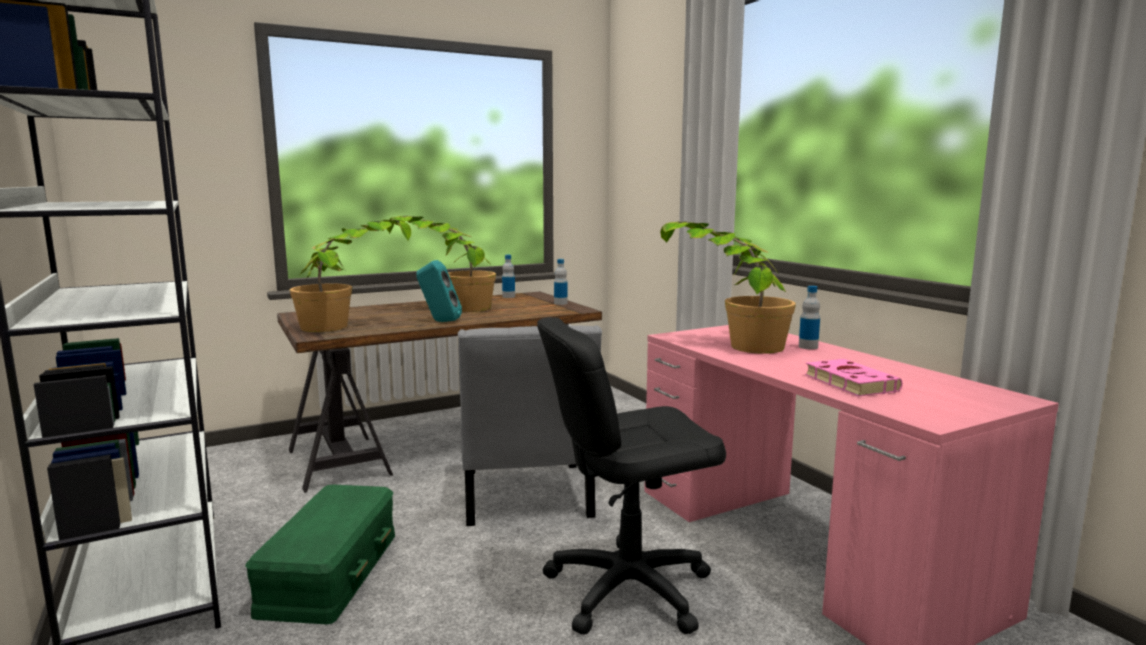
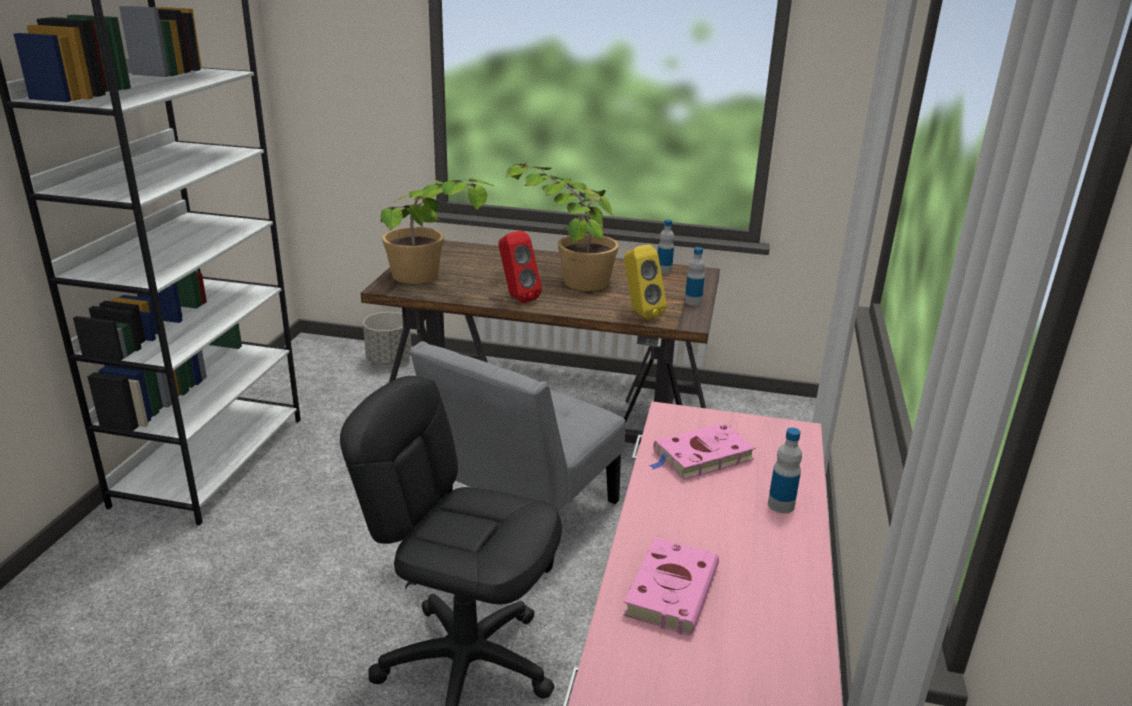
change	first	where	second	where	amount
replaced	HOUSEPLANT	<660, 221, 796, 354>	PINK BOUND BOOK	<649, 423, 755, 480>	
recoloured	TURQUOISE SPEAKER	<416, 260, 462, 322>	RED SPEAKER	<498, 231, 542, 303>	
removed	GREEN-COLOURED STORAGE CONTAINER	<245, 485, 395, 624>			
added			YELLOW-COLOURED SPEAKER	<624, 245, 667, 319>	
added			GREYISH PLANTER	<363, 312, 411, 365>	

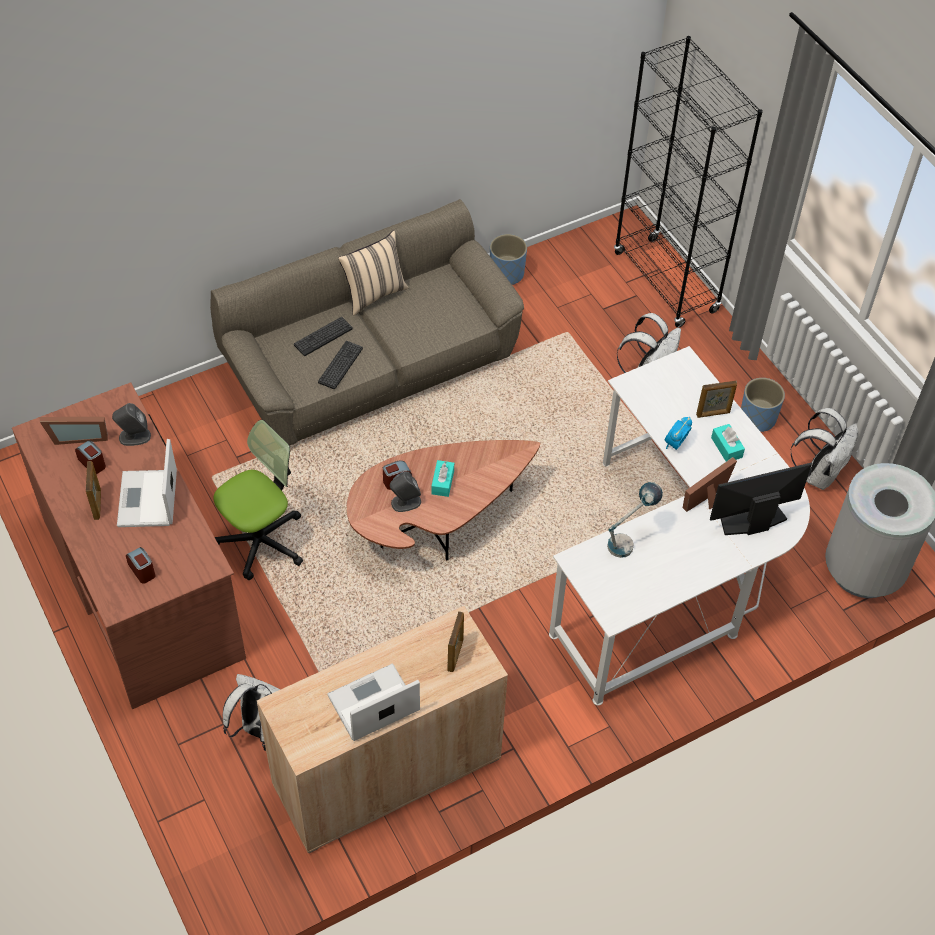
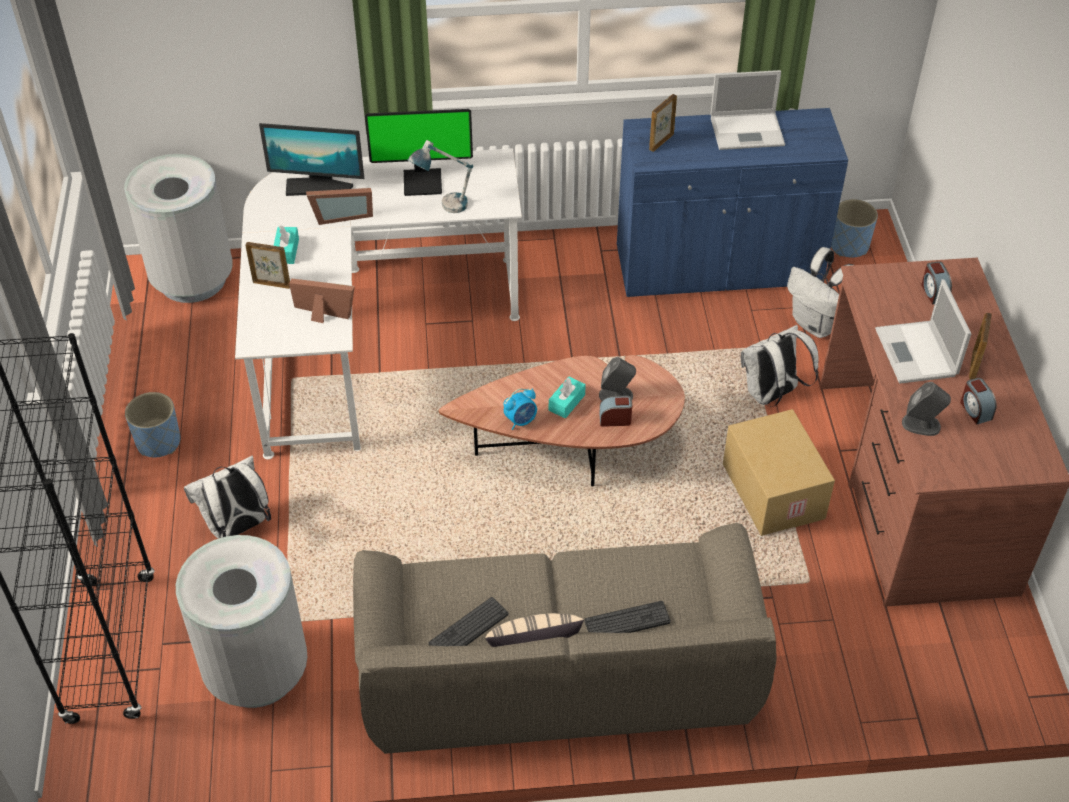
change	first	where	second	where	amount
moved	BLUE PLANTER	<490, 234, 527, 285>		<831, 199, 878, 258>	
moved	PC KEYBOARD	<318, 341, 363, 389>		<429, 597, 508, 646>	
moved	WHITE-COLOURED RUCKSACK	<791, 408, 858, 490>		<741, 325, 819, 407>	
moved	STANDING FRAME	<40, 417, 108, 445>		<289, 279, 355, 323>	
moved	TABLE CLOCK	<665, 417, 692, 450>		<504, 388, 537, 430>	
replaced	OFFICE CHAIR	<213, 420, 303, 580>	CARDBOARD BOX	<723, 409, 835, 536>	
turned	LAPTOP	<117, 439, 177, 527>		<875, 279, 971, 384>	150 degrees clockwise
recoloured	BEIGE CUPBOARD	<257, 606, 508, 853>	BLUE CUPBOARD	<617, 108, 848, 297>	
added			COMPUTER DISPLAY	<365, 109, 473, 196>	
added			GREYISH TRASH CAN	<176, 535, 307, 708>	

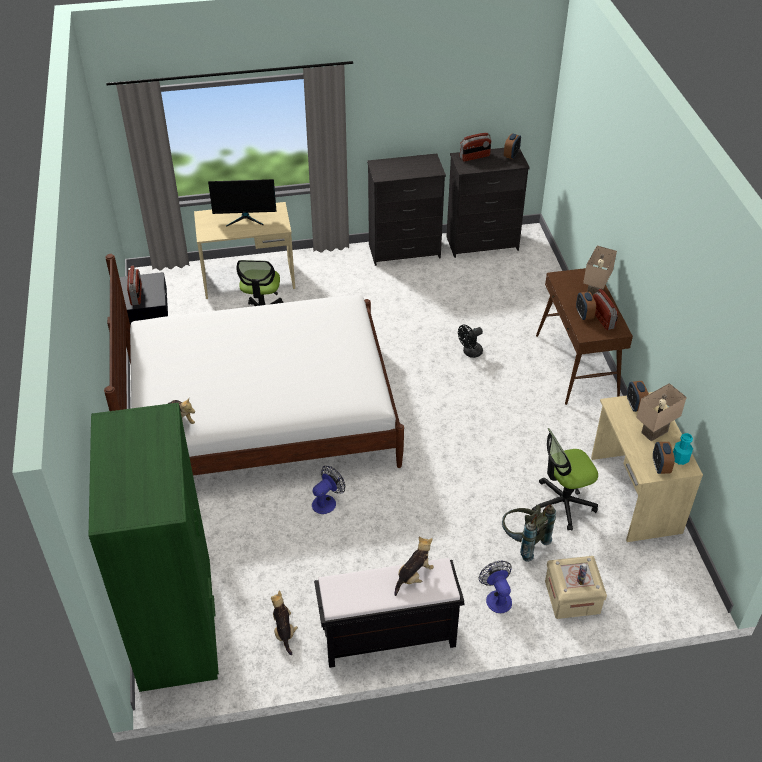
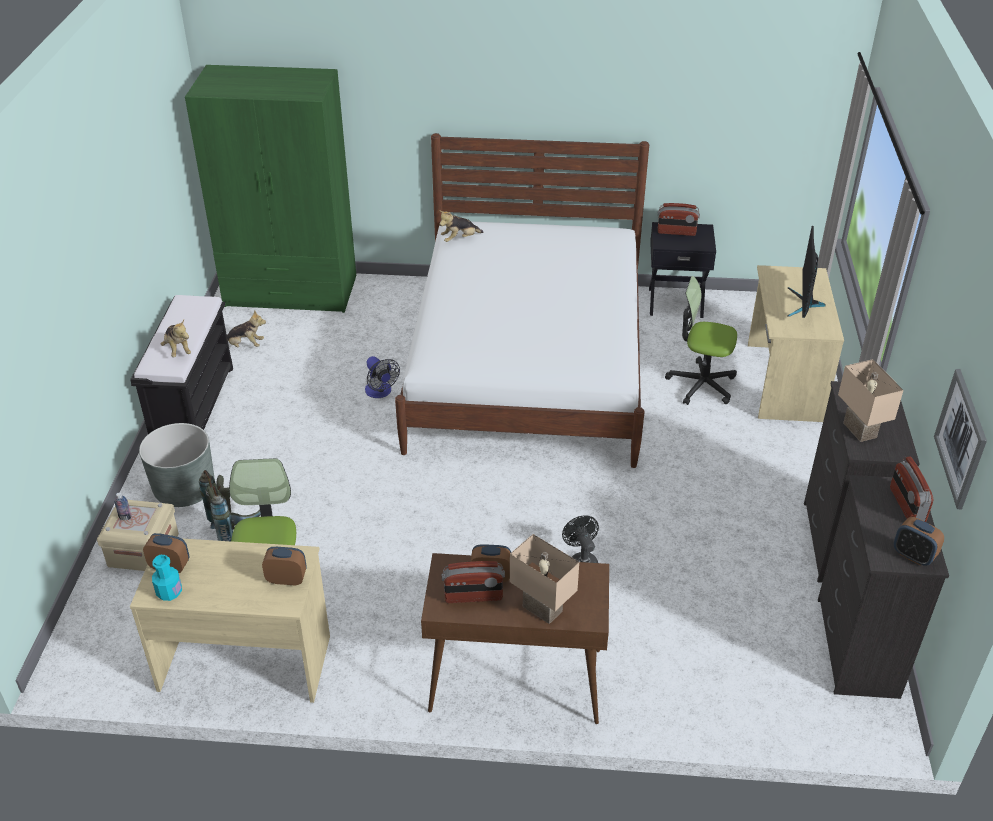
change	first	where	second	where	amount
moved	BEIGE TABLE LAMP	<636, 383, 687, 441>		<838, 359, 904, 442>	
replaced	COOLING FAN	<479, 561, 512, 613>	GREYISH PLANTER	<139, 423, 214, 507>	
added			PICTURE	<934, 369, 987, 509>	

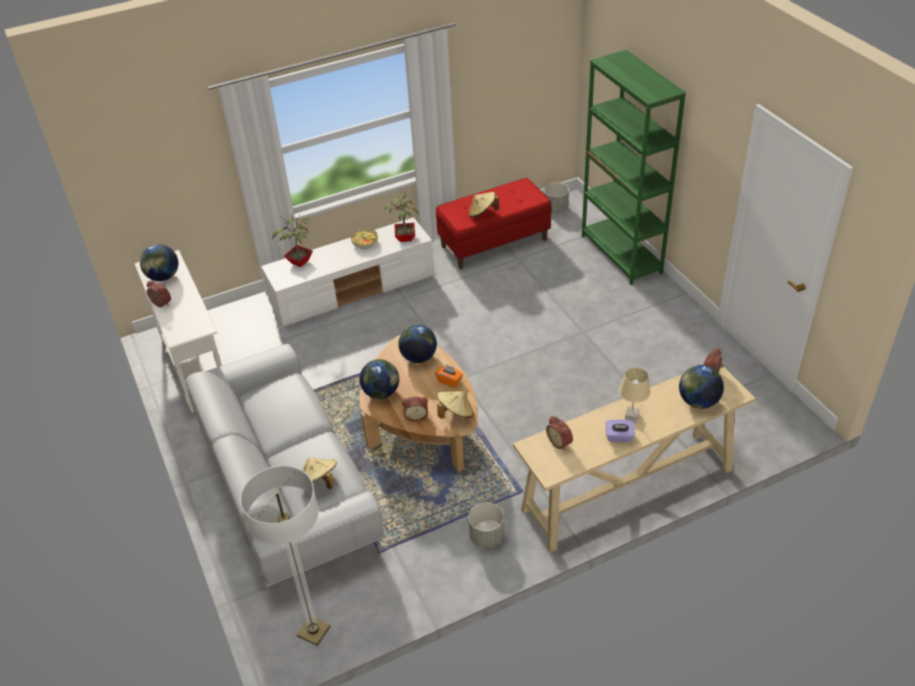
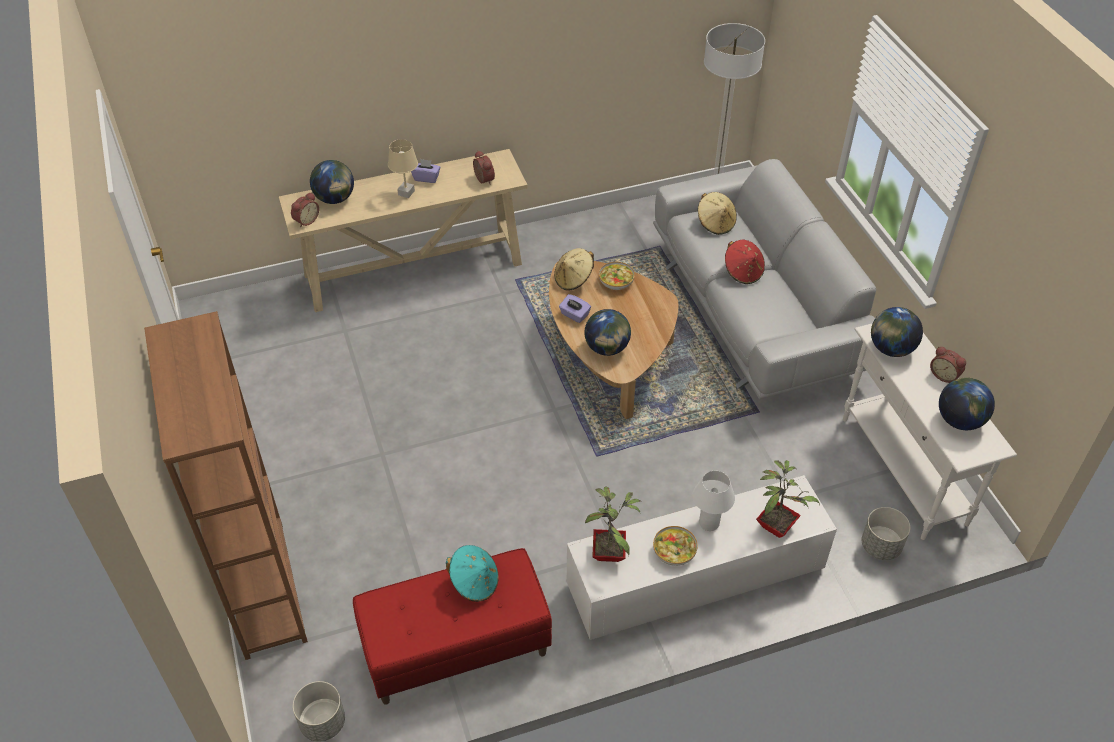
change	first	where	second	where	amount
recoloured	GREEN-COLOURED SHELVING UNIT	<582, 50, 686, 285>	BROWNISH SHELVING UNIT	<144, 311, 308, 660>	
recoloured	BEIGE HAT	<469, 192, 499, 217>	TURQUOISE HAT	<446, 545, 499, 602>	
moved	DESK GLOBE	<360, 359, 399, 399>		<871, 307, 923, 357>	
recoloured	ORANGEY TISSUE BOX	<435, 364, 463, 388>	PURPLE-COLOURED TISSUE BOX	<559, 294, 591, 323>	
replaced	TABLE CLOCK	<402, 397, 428, 422>	BOWL	<599, 262, 635, 290>	
moved	GREYISH PLANTER	<468, 502, 504, 548>		<861, 507, 910, 560>	
added			RED HAT	<725, 240, 765, 284>	
added			WHITE-COLOURED TABLE LAMP	<692, 471, 735, 531>	

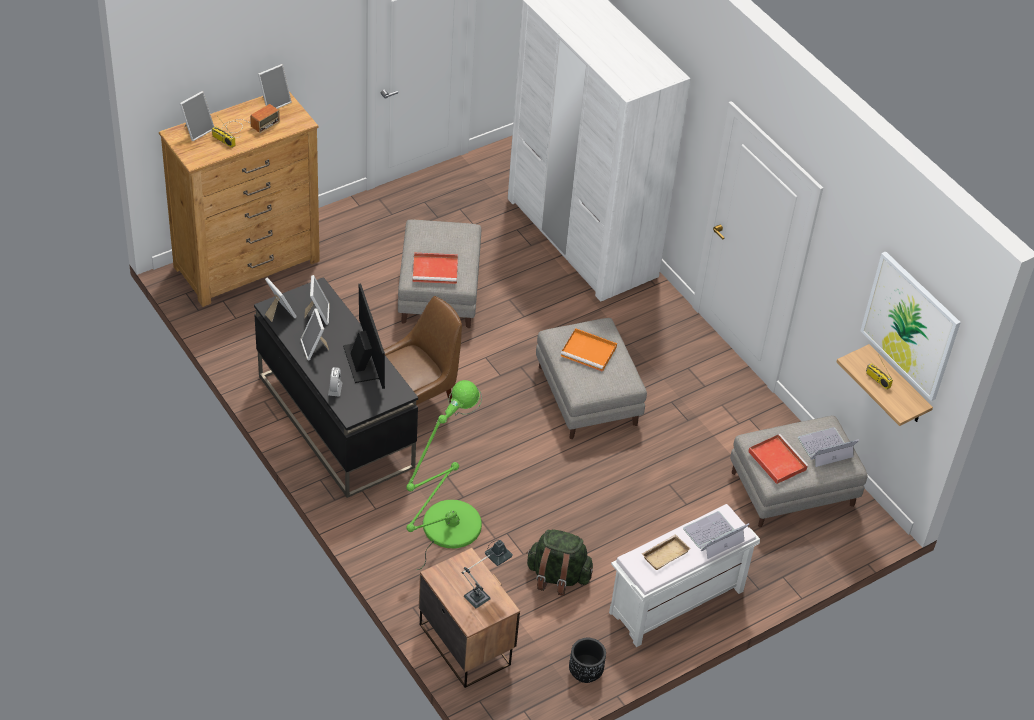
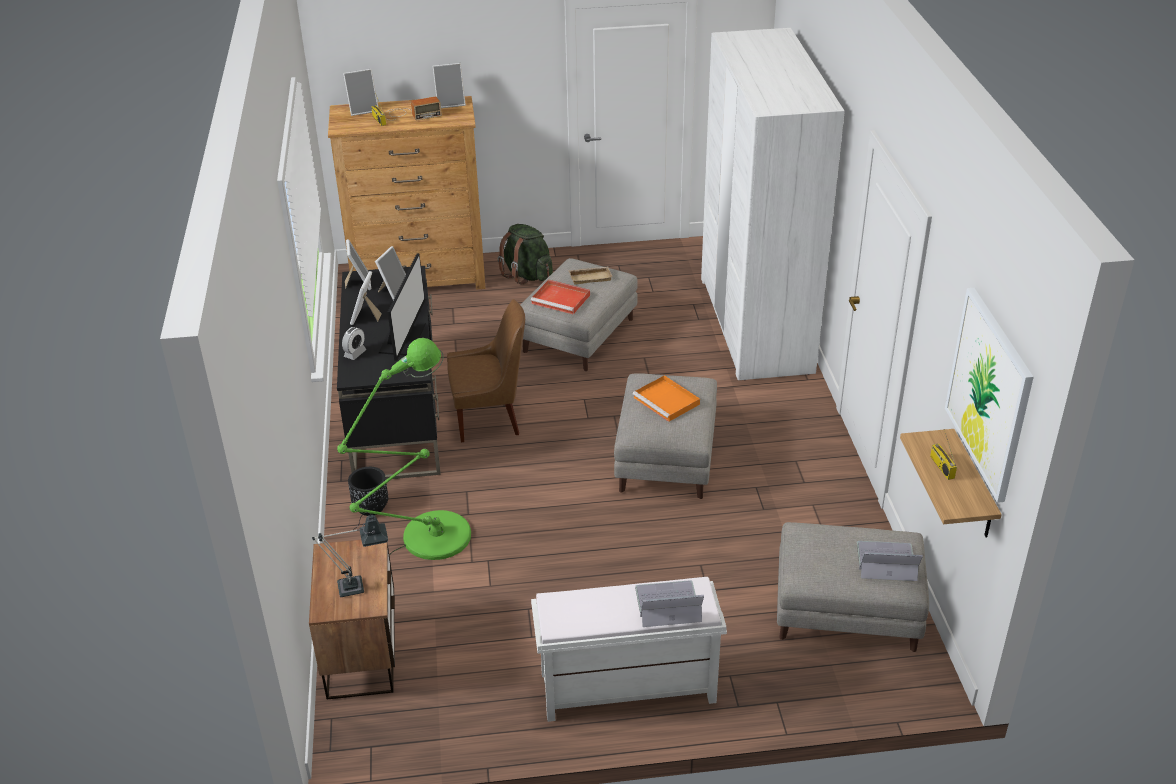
change	first	where	second	where	amount
removed	RED TRAY	<748, 434, 809, 484>			
moved	GREEN-COLOURED RUCKSACK	<526, 529, 593, 596>		<498, 224, 553, 285>	
moved	BEIGE TRAY	<642, 534, 690, 570>		<568, 266, 613, 285>	
moved	BLACK-COLOURED PLANTER	<569, 638, 606, 683>		<348, 467, 388, 516>	

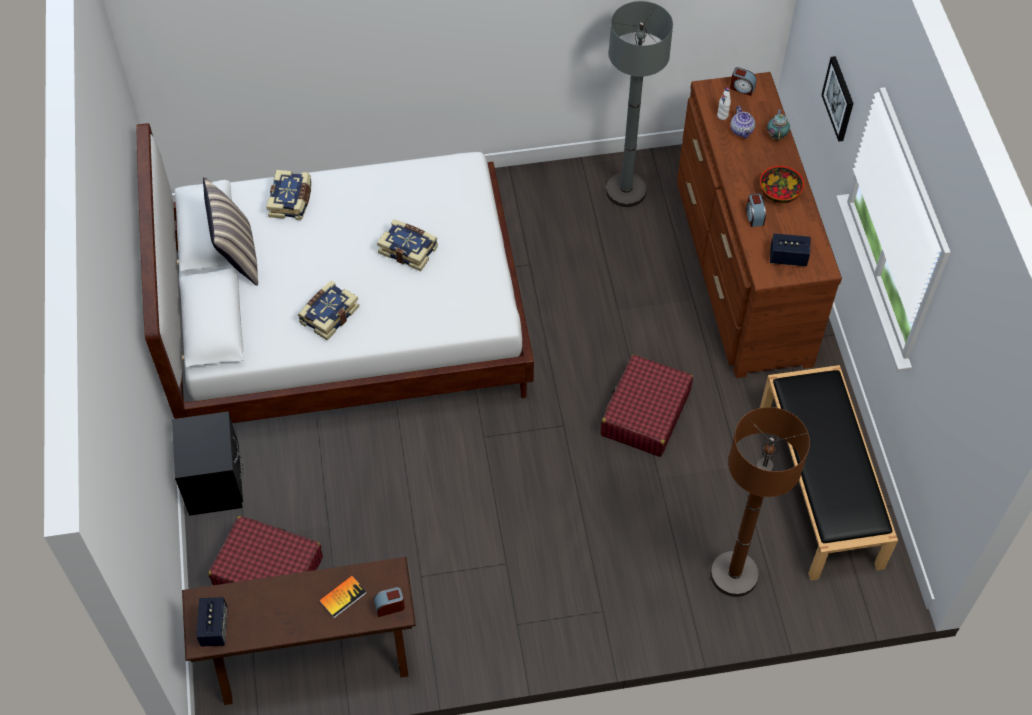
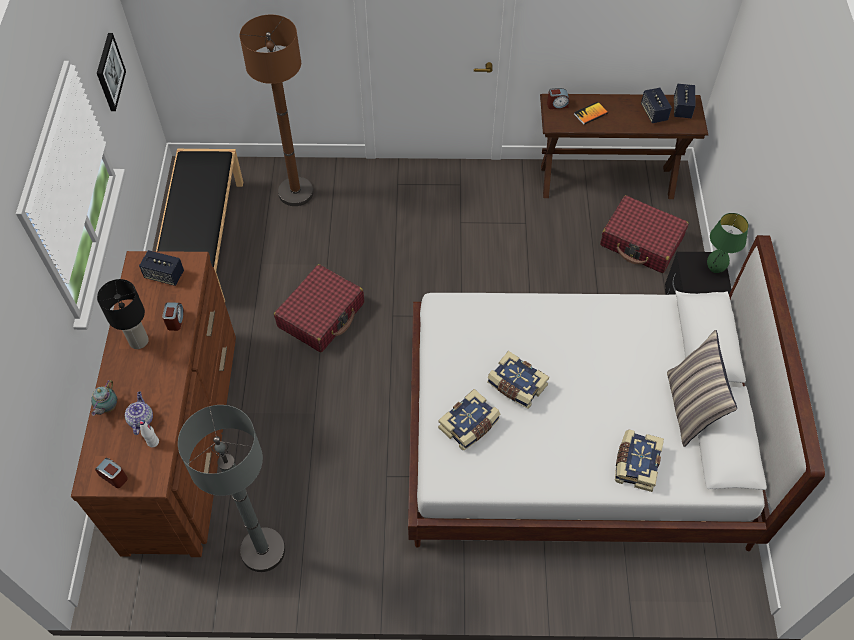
change	first	where	second	where	amount
moved	PICTURE	<821, 56, 854, 142>		<97, 33, 126, 111>	
replaced	BOWL	<760, 166, 804, 203>	BLACK-COLOURED TABLE LAMP	<97, 279, 149, 349>	
moved	BOUND BOOK	<298, 281, 359, 341>		<438, 389, 500, 450>	
added			SPEAKER	<641, 88, 672, 123>	
added			GREEN-COLOURED TABLE LAMP	<707, 213, 749, 273>	

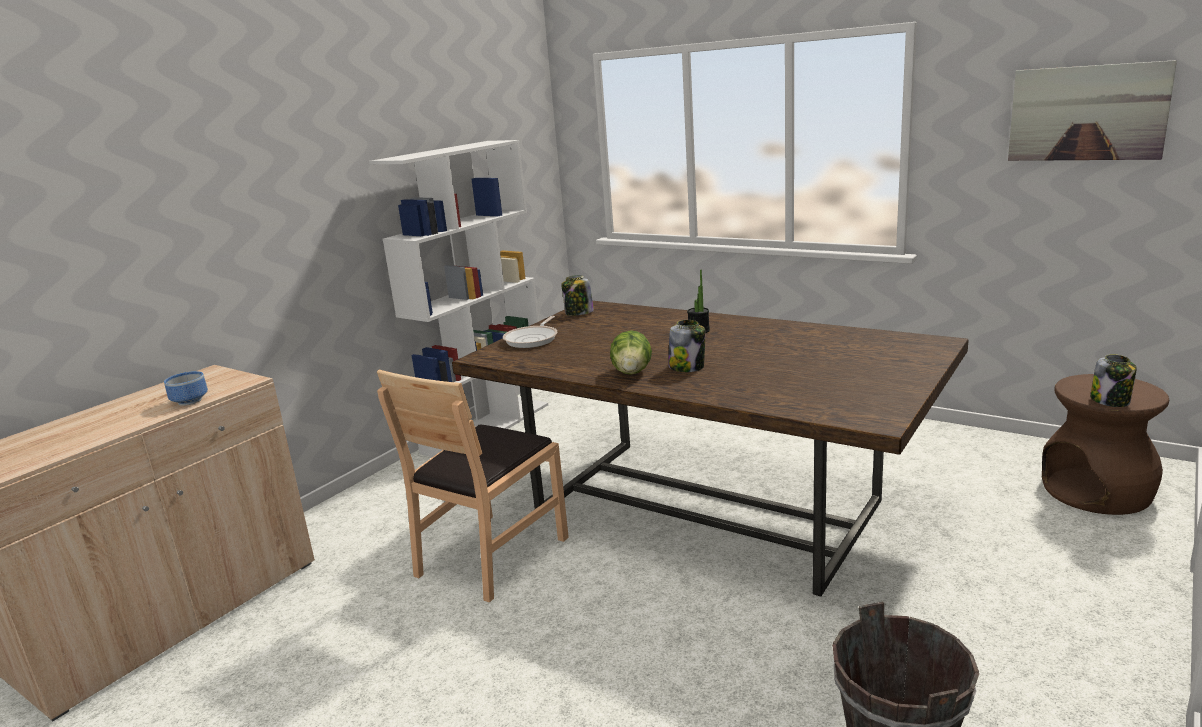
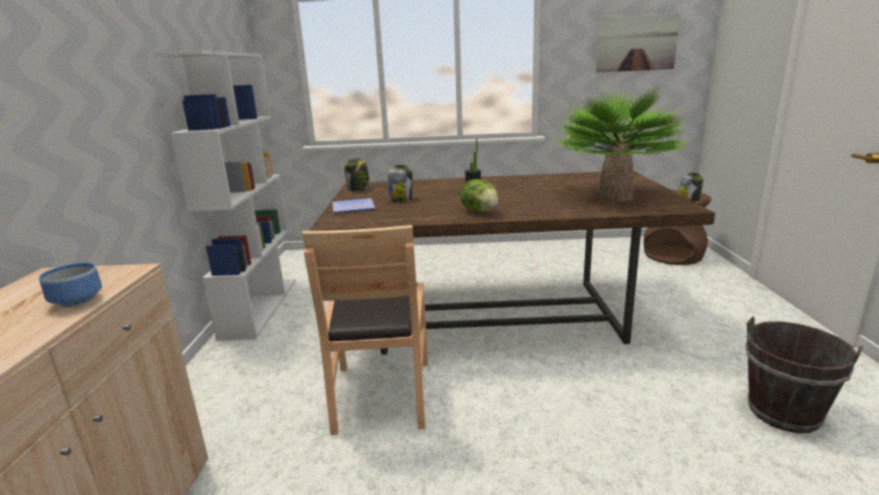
change	first	where	second	where	amount
replaced	PAN	<503, 316, 557, 348>	PLATE	<332, 198, 375, 213>	
moved	STORAGE JAR	<668, 320, 705, 372>		<388, 165, 412, 202>	
added			HOUSEPLANT	<553, 86, 694, 201>	

